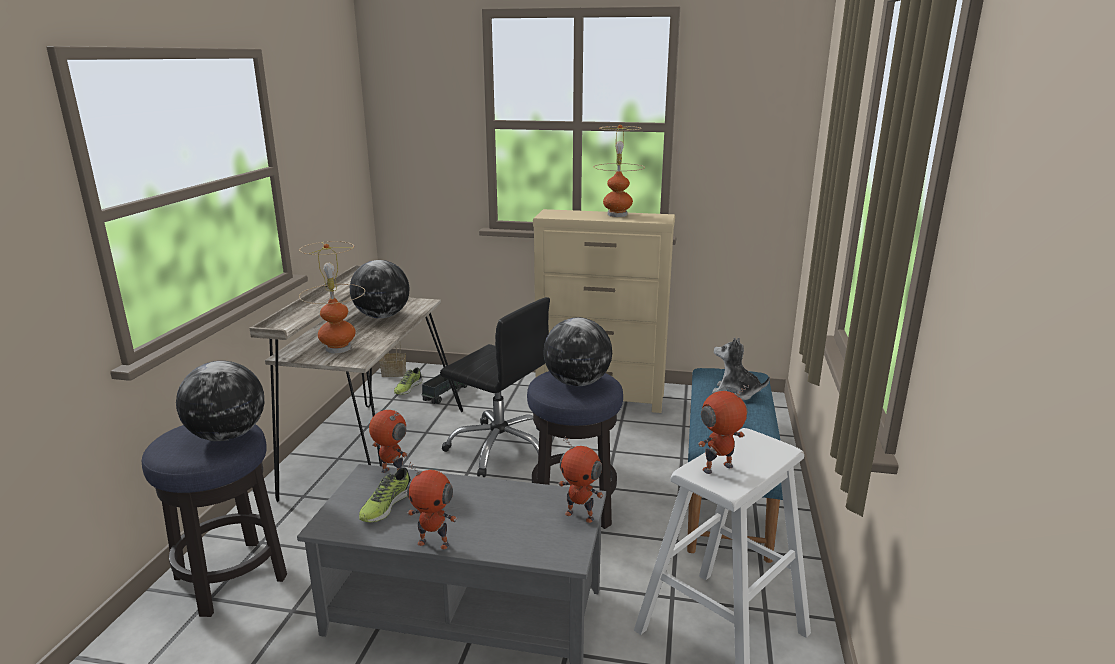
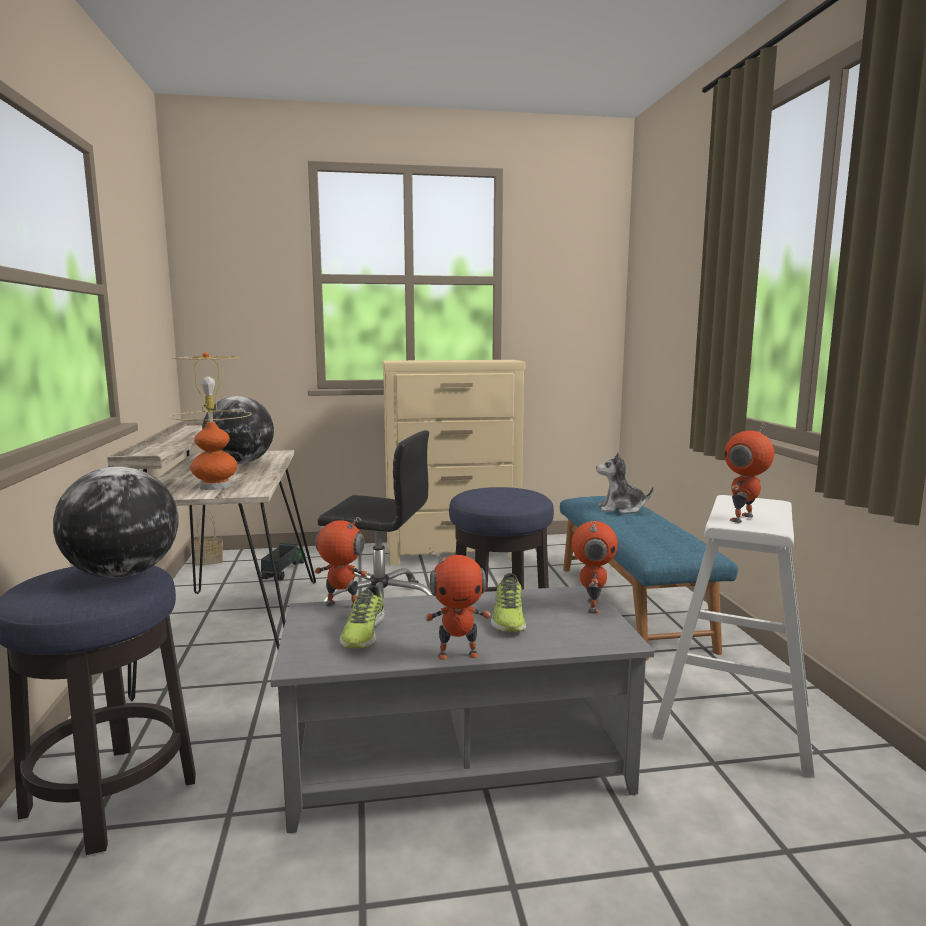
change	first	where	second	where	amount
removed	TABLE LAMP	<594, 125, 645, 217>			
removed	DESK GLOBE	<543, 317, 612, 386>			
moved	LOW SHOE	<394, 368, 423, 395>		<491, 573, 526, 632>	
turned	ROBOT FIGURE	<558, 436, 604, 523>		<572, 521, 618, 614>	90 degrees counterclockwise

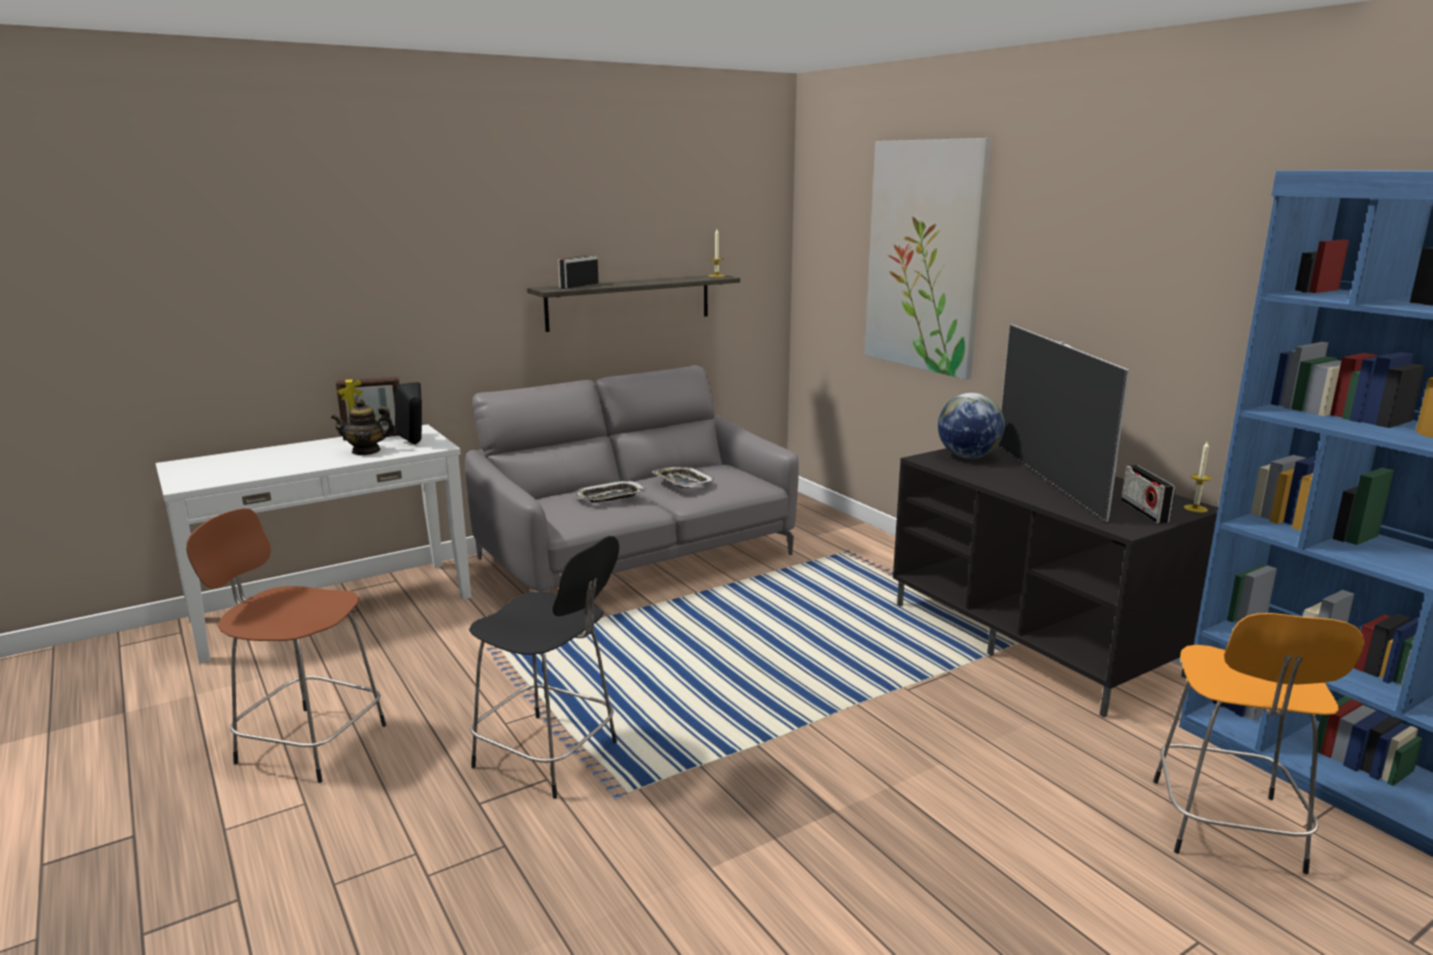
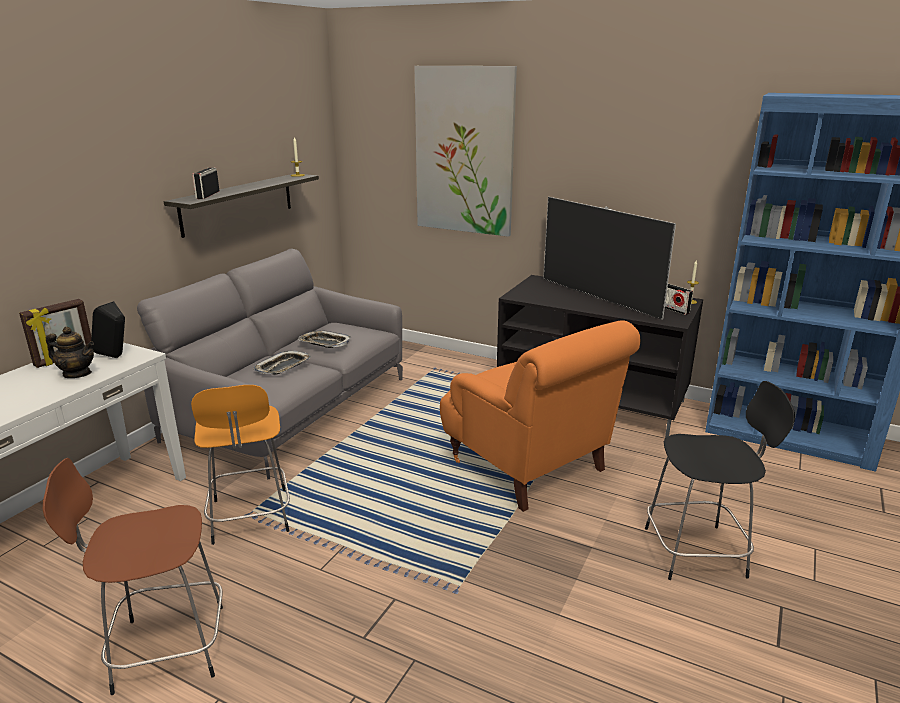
change	first	where	second	where	amount
removed	DESK GLOBE	<938, 393, 1005, 458>			
turned	POT FOR TEA	<331, 399, 396, 455>		<46, 327, 94, 378>	120 degrees counterclockwise
moved	BLACK-COLOURED STOOL SEAT	<469, 536, 619, 799>		<645, 381, 795, 580>	
moved	ORANGEY STOOL SEAT	<1153, 613, 1364, 874>		<191, 385, 290, 545>	
added			ORANGEY LOUNGE CHAIR	<440, 320, 640, 512>	

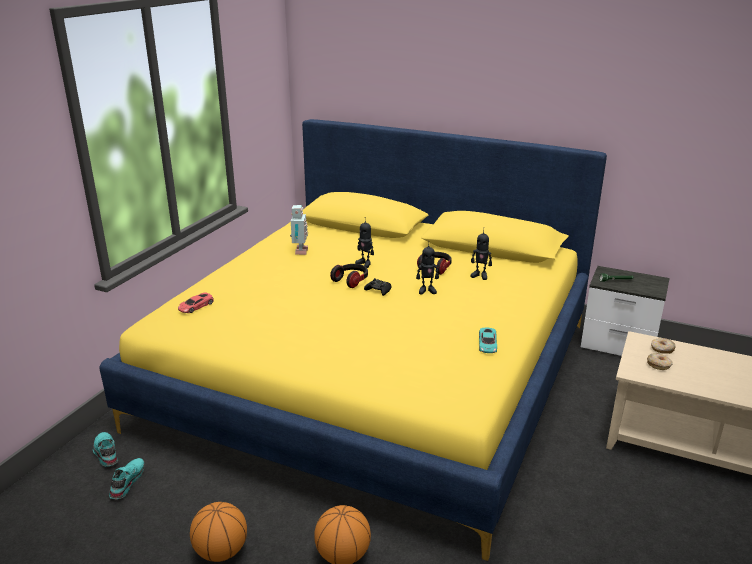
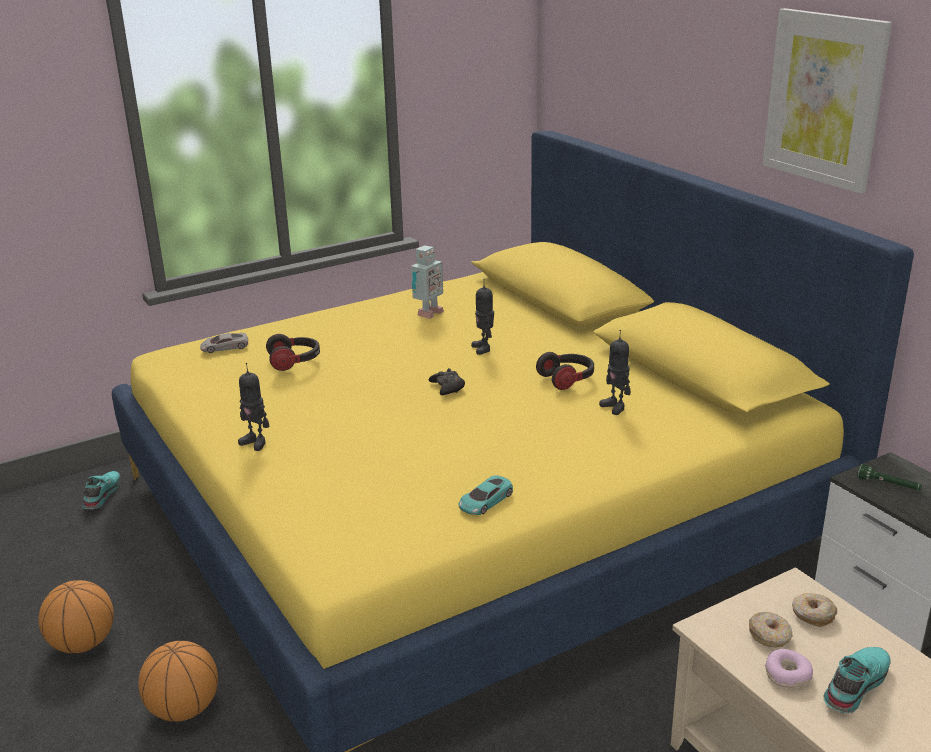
change	first	where	second	where	amount
moved	ROBOT FIGURE	<416, 246, 439, 295>		<238, 363, 269, 451>	
moved	PAIR OF HEADPHONES	<330, 264, 368, 288>		<266, 334, 320, 371>	
recoloured	RED MODEL CAR	<178, 293, 214, 313>	GREYISH MODEL CAR	<200, 333, 248, 353>	
moved	TURQUOISE LOW SHOE	<109, 458, 144, 499>		<824, 647, 891, 713>	
added			PICTURE	<762, 8, 892, 193>	
added			DONUT	<765, 649, 813, 688>	

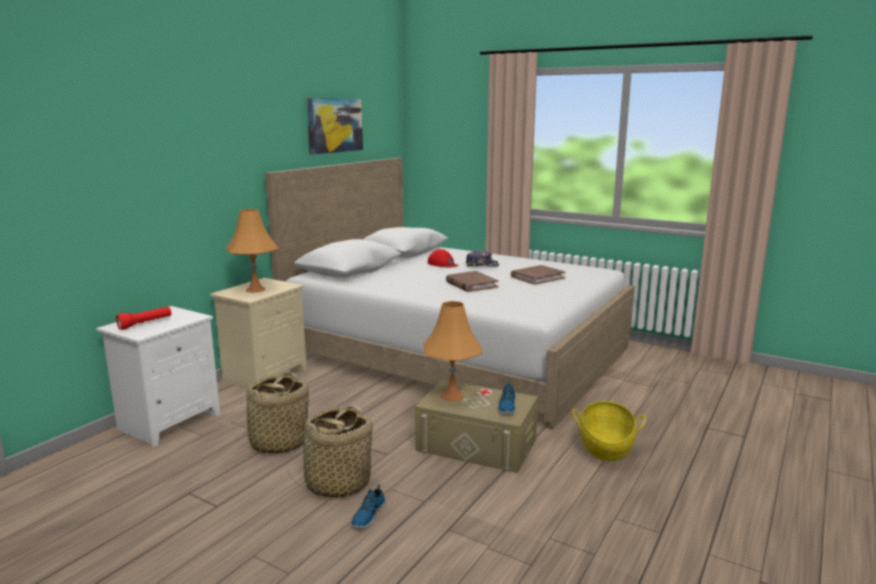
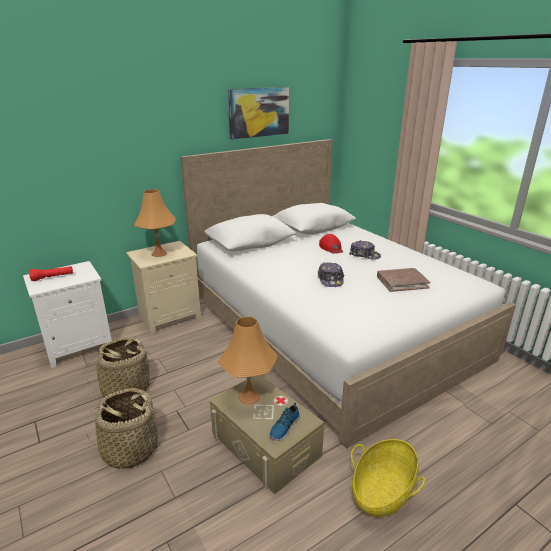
change	first	where	second	where	amount
replaced	BROWNISH BOUND BOOK	<446, 271, 499, 292>	CAP	<318, 262, 344, 287>	
removed	LOW SHOE	<351, 484, 386, 529>			

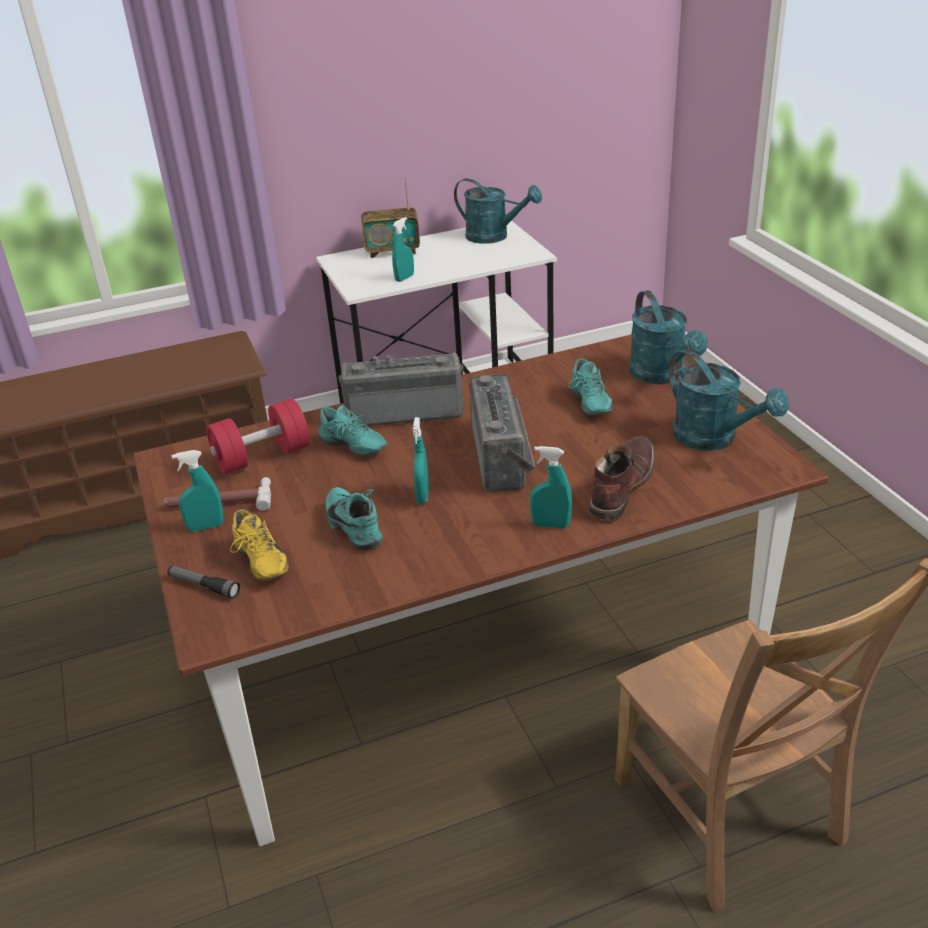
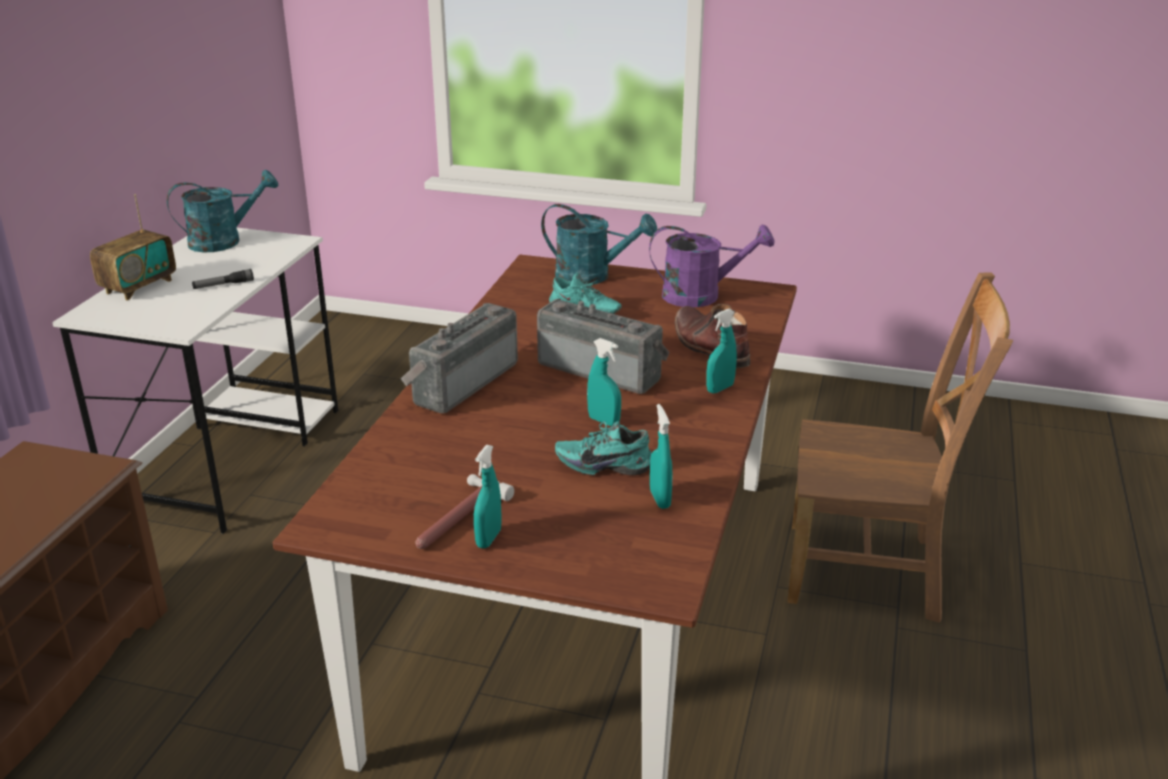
change	first	where	second	where	amount
moved	TURQUOISE SPRAYER	<392, 217, 414, 282>		<650, 404, 672, 509>	
recoloured	TURQUOISE SPRINKLING CAN	<668, 349, 789, 451>	PURPLE-COLOURED SPRINKLING CAN	<649, 225, 774, 307>	
removed	RED HAND WEIGHT	<206, 399, 310, 475>			
removed	TURQUOISE LOW SHOE	<319, 405, 387, 456>			
removed	YELLOW-COLOURED LOW SHOE	<230, 509, 289, 581>			
moved	FLASHLIGHT	<168, 566, 240, 599>		<192, 269, 254, 289>	

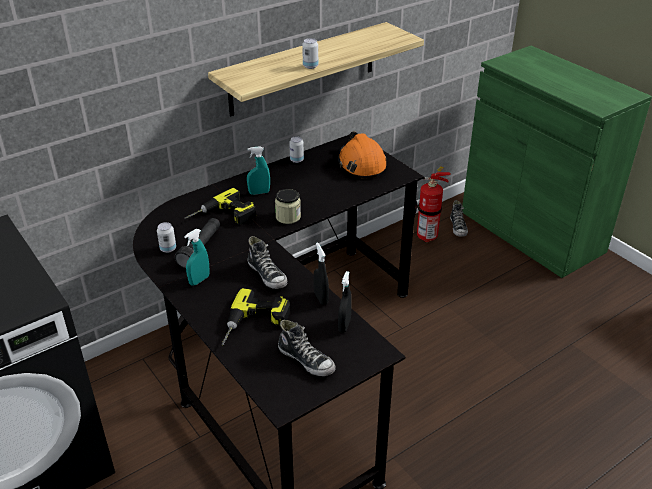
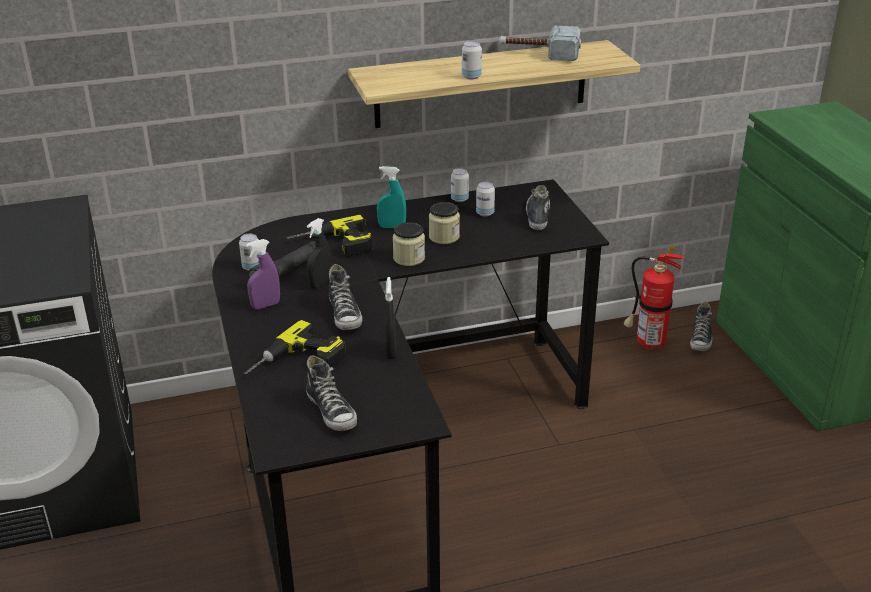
change	first	where	second	where	amount
replaced	ORANGEY HARD HAT	<338, 131, 387, 179>	LOW SHOE	<526, 185, 550, 230>	
recoloured	TURQUOISE SPRAYER	<184, 229, 210, 286>	PURPLE-COLOURED SPRAYER	<246, 239, 280, 309>	
moved	BLACK-COLOURED SPRAYER	<338, 271, 352, 333>		<307, 218, 331, 289>	
added			HAND HAMMER	<499, 26, 581, 61>	
added			CAN	<476, 182, 495, 216>	
added			STORAGE JAR	<429, 202, 460, 244>	

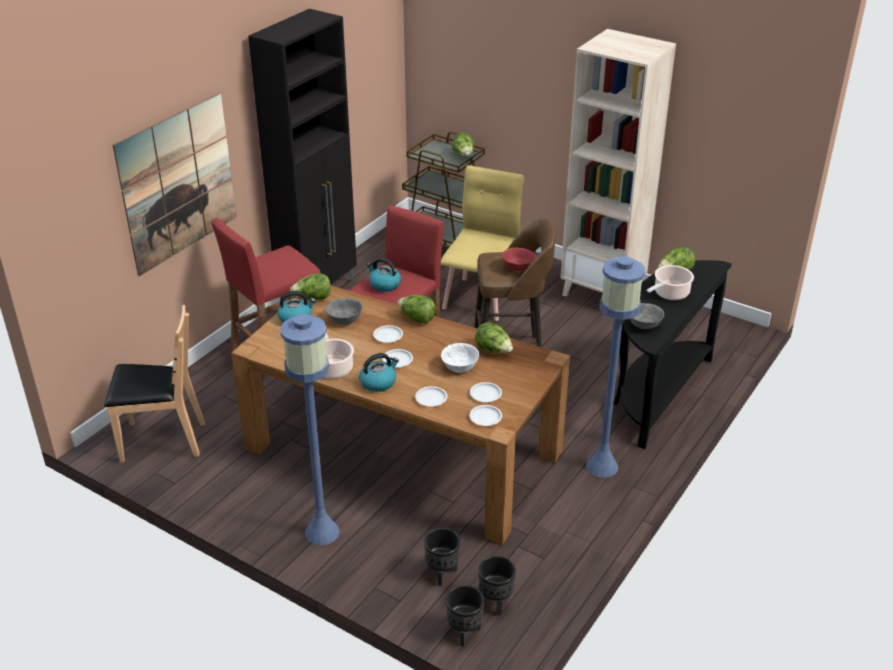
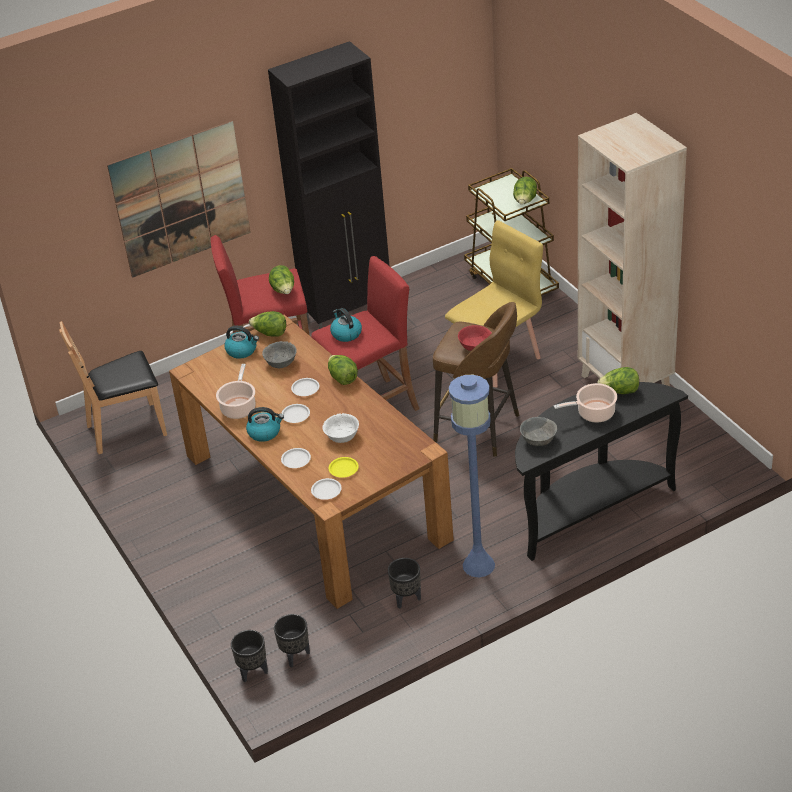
change	first	where	second	where	amount
turned	BROWNISH CHAIR	<104, 305, 205, 462>		<59, 321, 167, 454>	135 degrees clockwise
removed	BLUE FLOOR LAMP	<280, 315, 340, 545>			
moved	LETTUCE	<475, 322, 513, 354>		<269, 265, 294, 294>	
recoloured	WHITE-COLOURED PLATE	<470, 382, 502, 402>	YELLOW-COLOURED PLATE	<329, 457, 359, 478>	
moved	BLACK-COLOURED PLANTER	<424, 528, 460, 586>		<388, 558, 421, 608>	

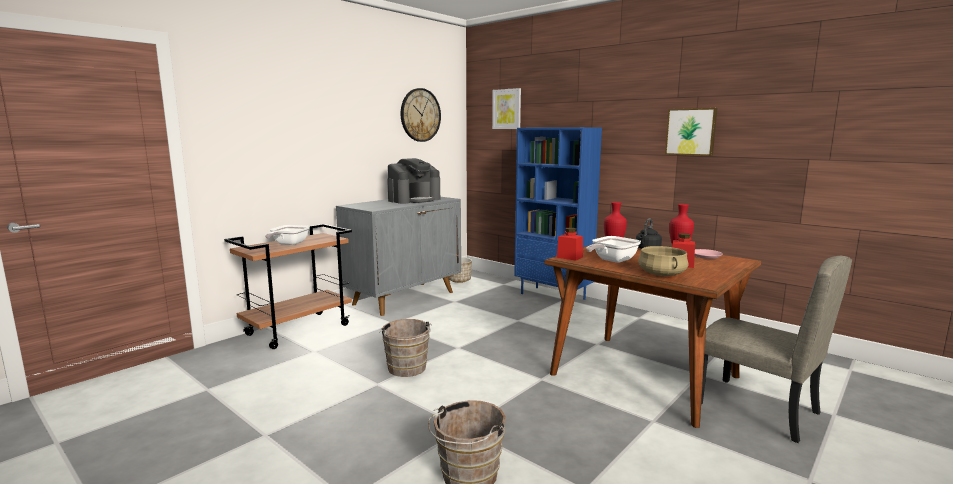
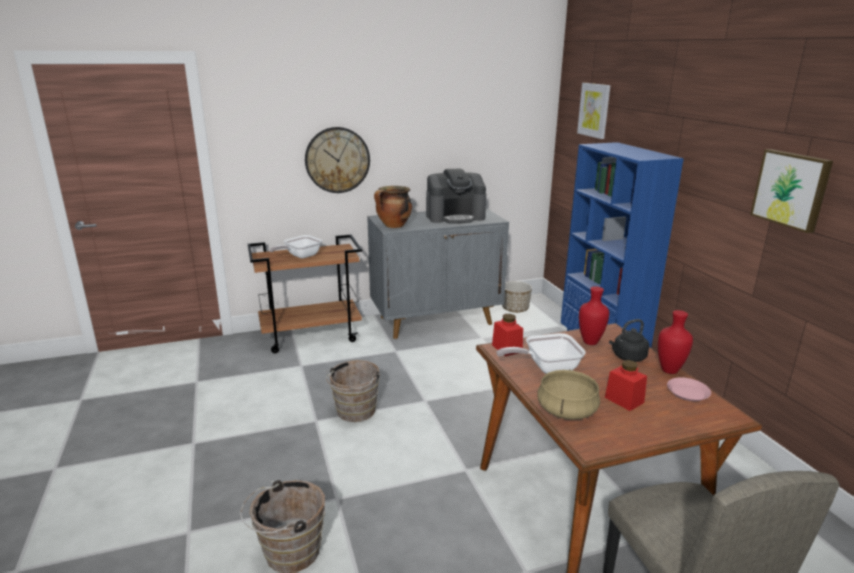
change	first	where	second	where	amount
moved	CLOCK ON THE WALL	<401, 88, 441, 142>		<305, 127, 370, 193>	
added			STOCKPOT	<374, 186, 412, 228>	

